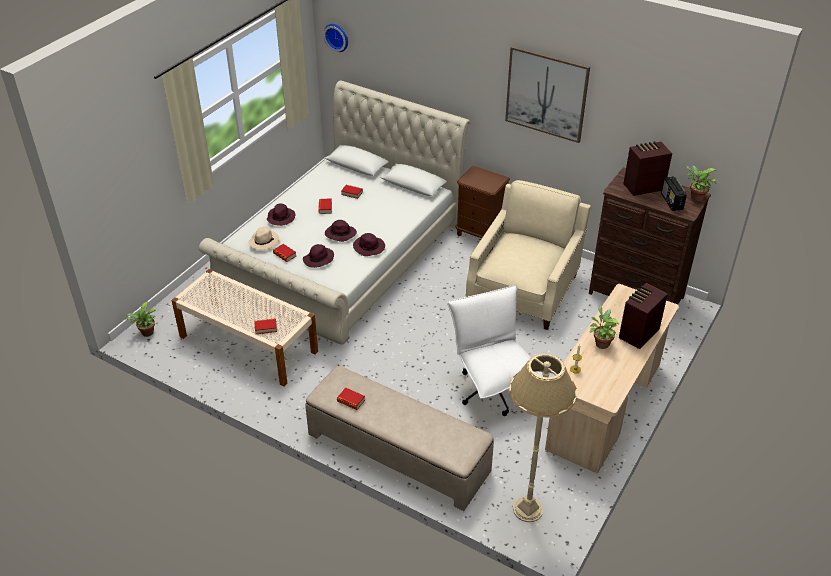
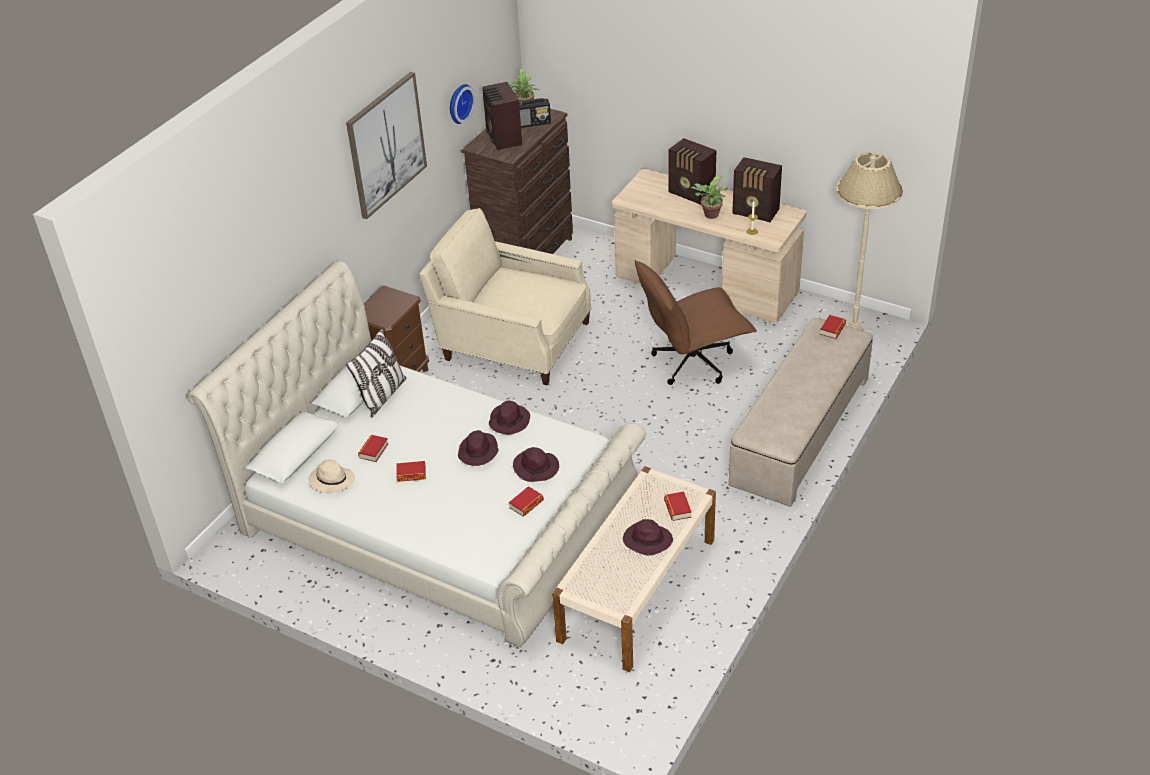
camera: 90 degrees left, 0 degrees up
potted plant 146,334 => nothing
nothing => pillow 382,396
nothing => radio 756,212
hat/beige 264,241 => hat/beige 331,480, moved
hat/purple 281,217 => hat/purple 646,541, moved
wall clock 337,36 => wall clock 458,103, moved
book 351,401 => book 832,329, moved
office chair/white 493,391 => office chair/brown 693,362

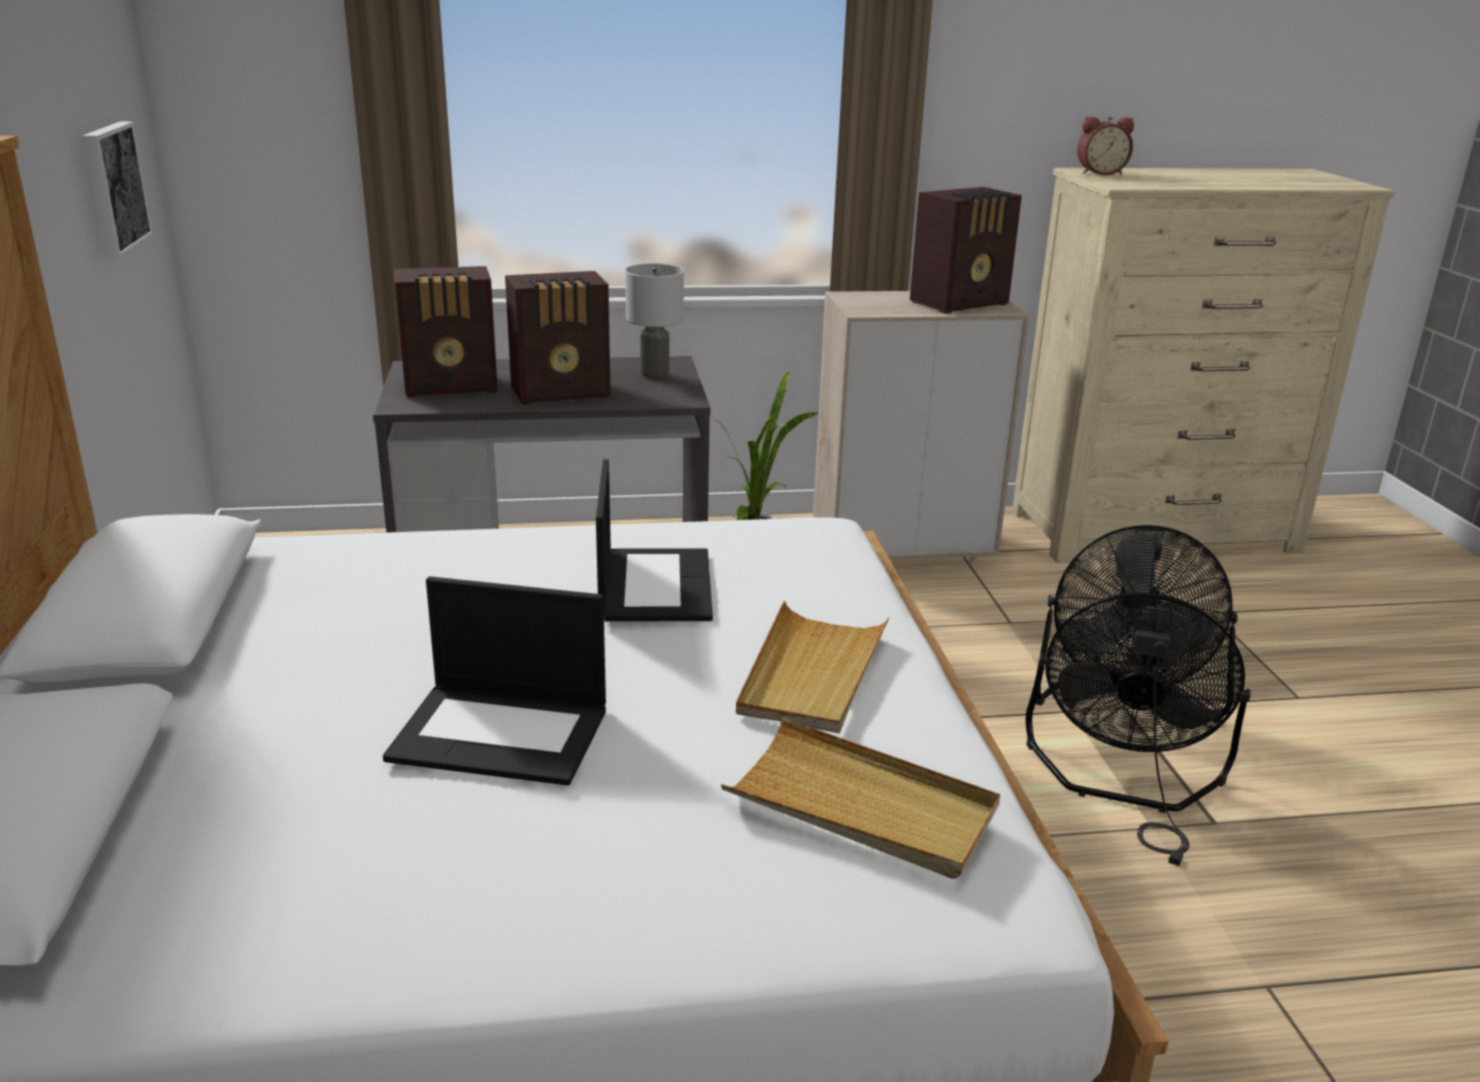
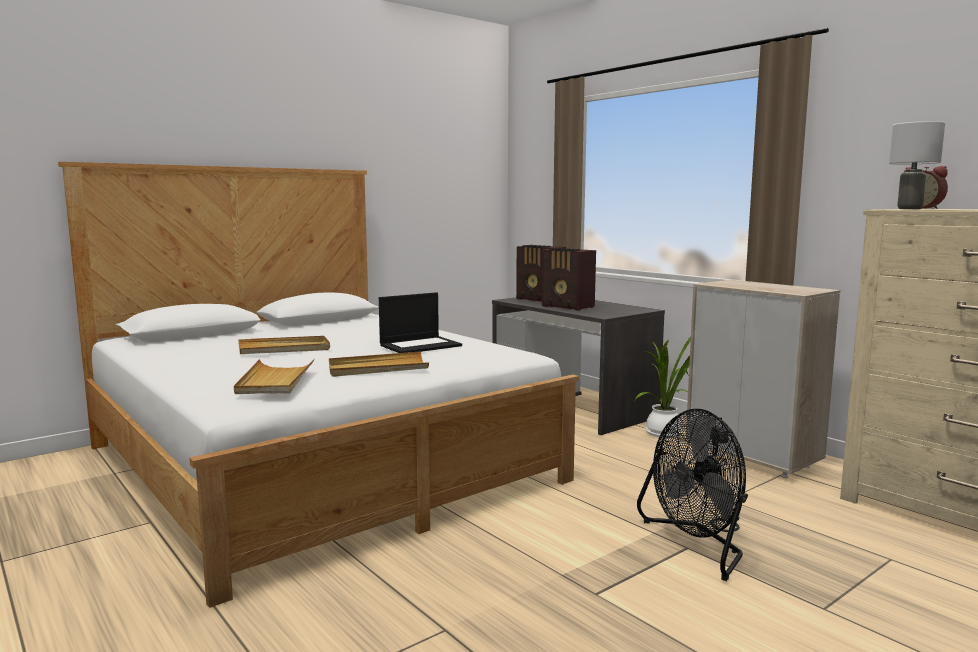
camera: 60 degrees right, 15 degrees down
picture 112,188 => nothing
radio 961,303 => nothing
fan/black 1129,788 => nothing
table lamp/white 654,375 => table lamp/white 908,209, moved
laptop 503,733 => tray/beige 284,349

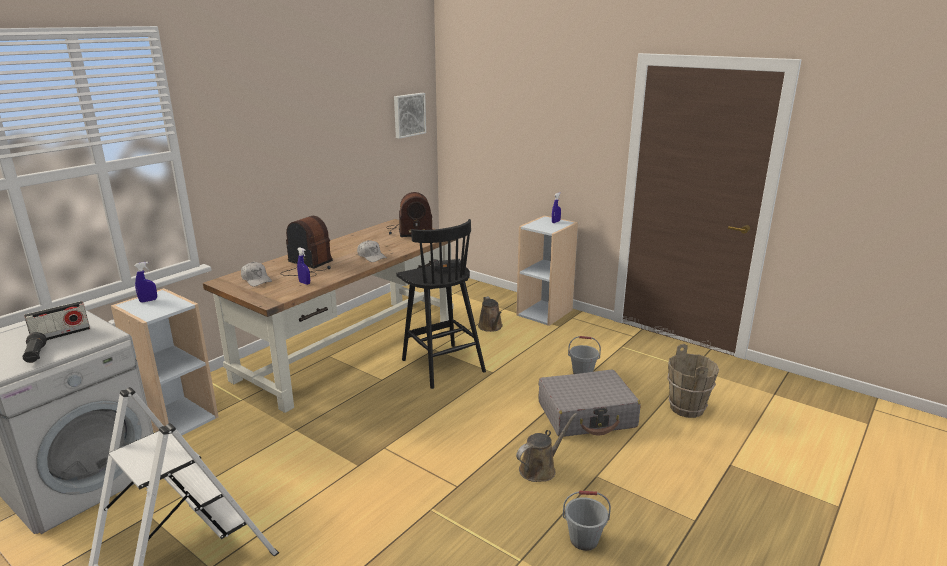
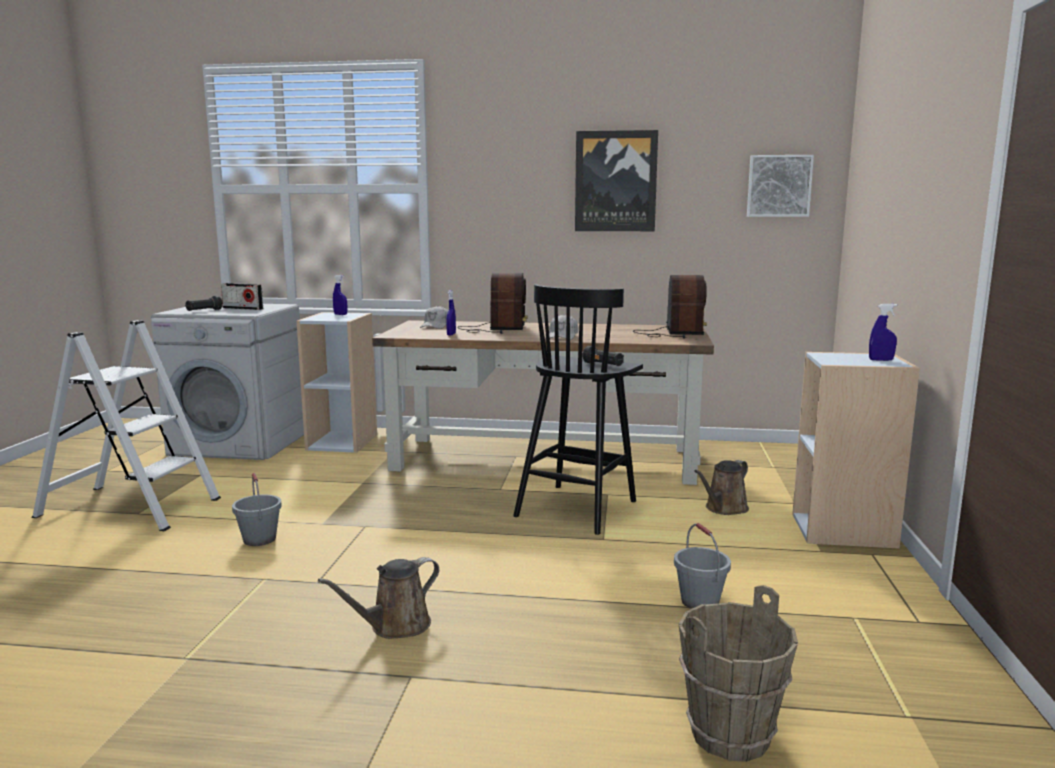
camera: 60 degrees right, 10 degrees down
suitcase/grey 587,415 => nothing
nothing => picture 615,181
bucket/grey 584,539 => bucket/grey 260,539, moved
radio 409,231 => radio 673,333, 135 degrees counterclockwise
watering can/brown 540,468 => watering can/brown 395,626, 120 degrees clockwise

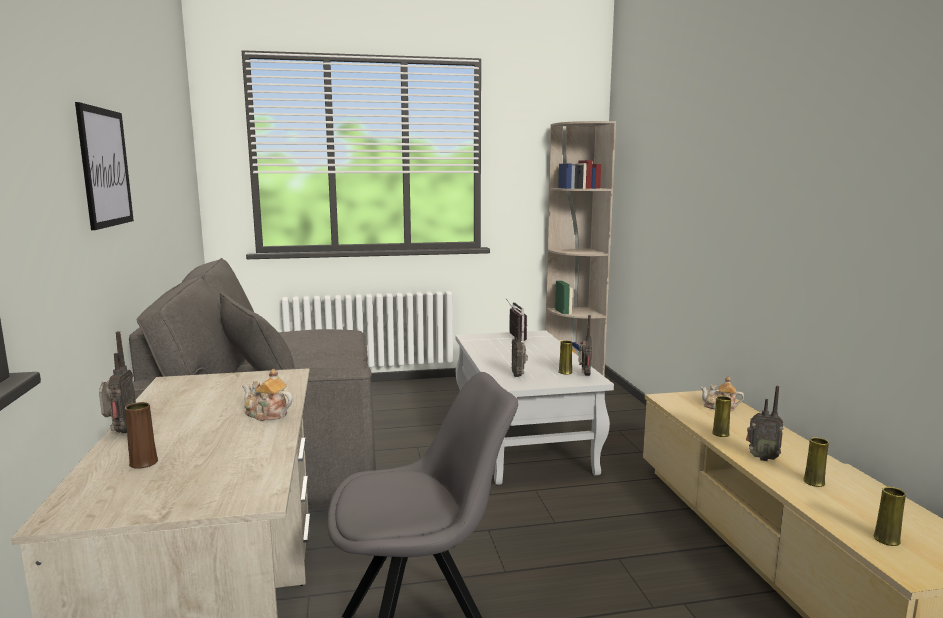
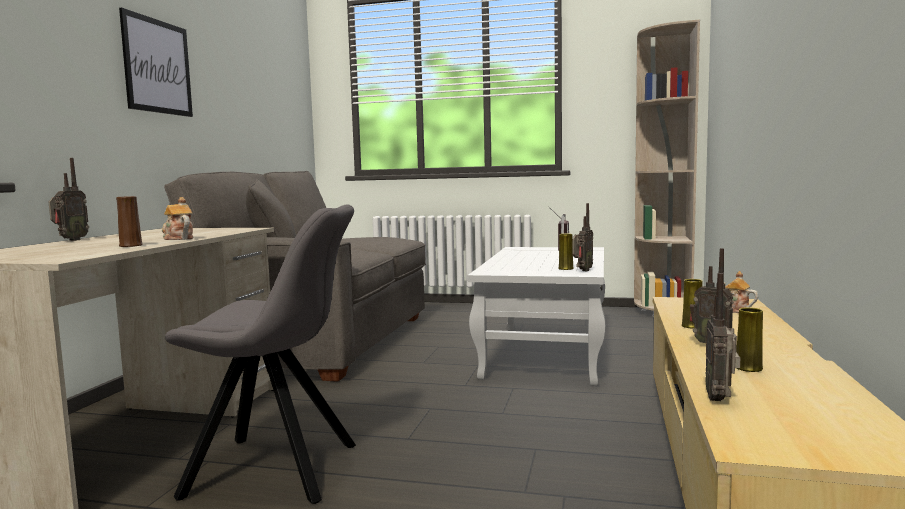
camera: 25 degrees right, 5 degrees down
vase/yellow 886,539 => nothing
vase/brown 143,463 => vase/brown 131,245, moved
radio 519,375 => radio 720,398, moved

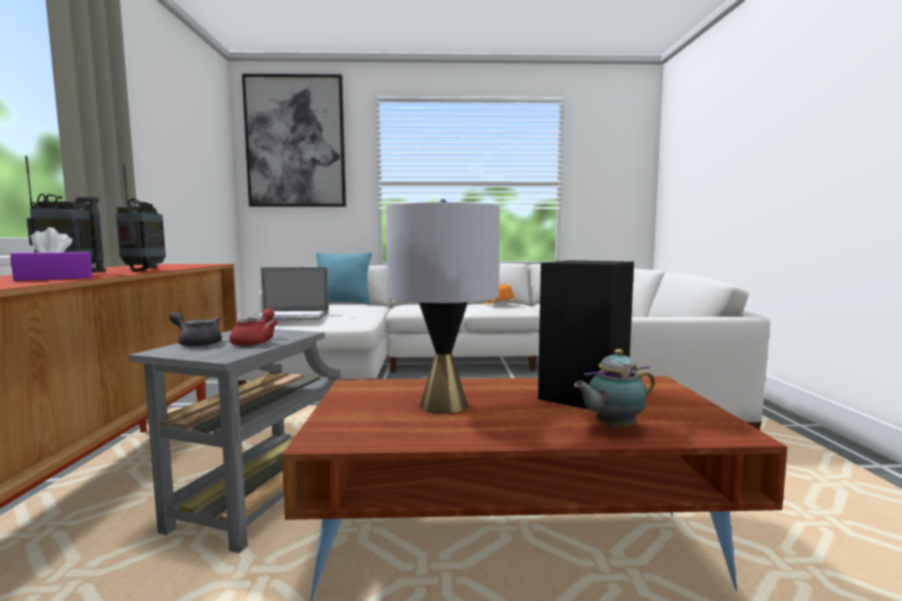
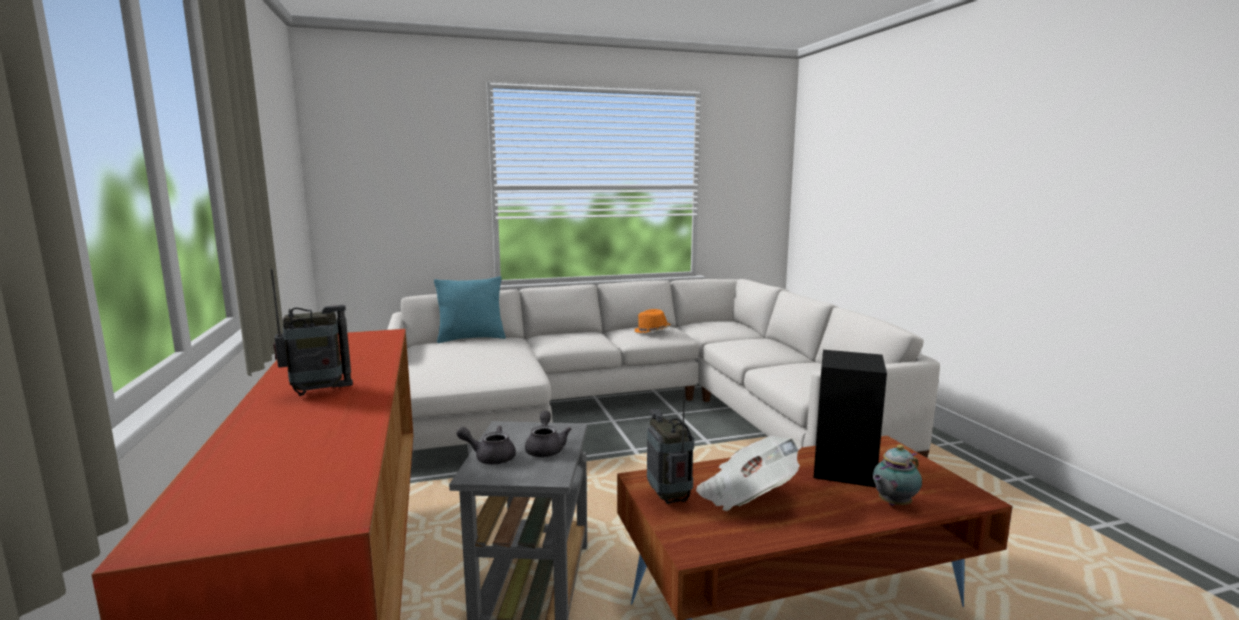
camera: 15 degrees left, 5 degrees up
tissue box/purple 55,278 => nothing
picture 295,142 => nothing
laptop 289,316 => nothing
radio 144,270 => radio 669,497, moved
table lamp/grey 443,405 => newspaper 746,495
teapot/red 256,342 => teapot/grey 545,448

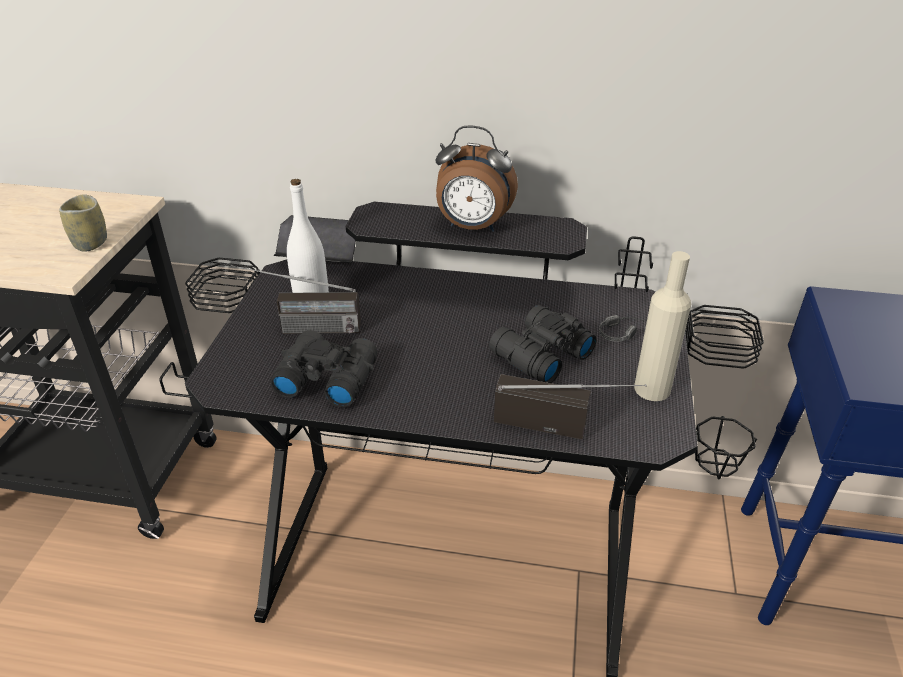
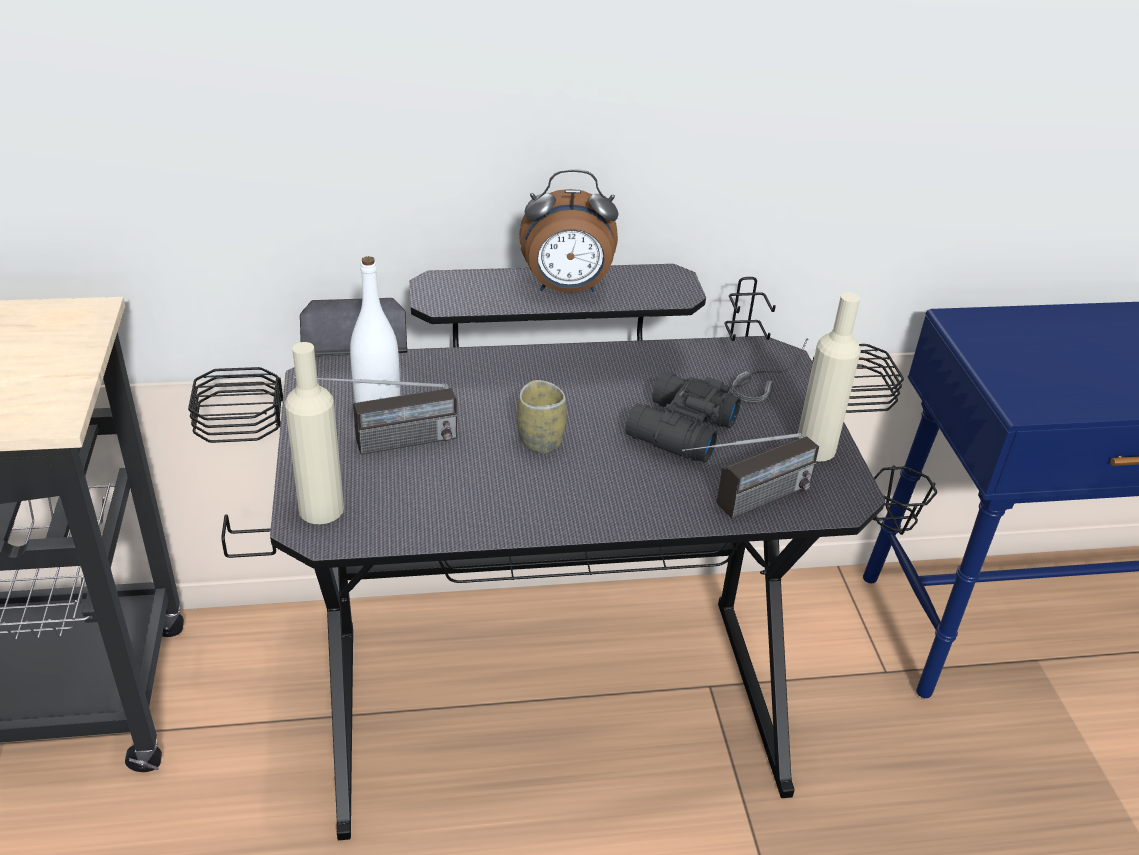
camera: 20 degrees left, 0 degrees up
binoculars/black 326,377 => nothing
nothing => bottle/beige 321,509
cup 91,243 => cup 540,441, moved
radio 564,426 => radio 744,505, 150 degrees clockwise

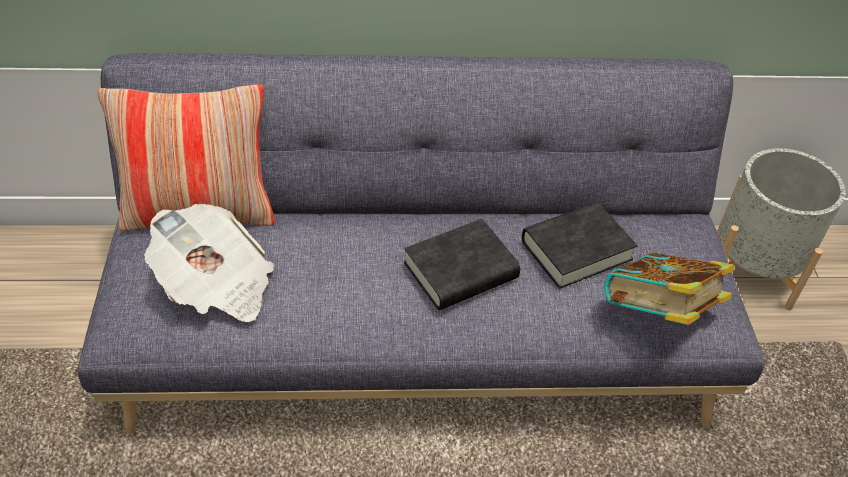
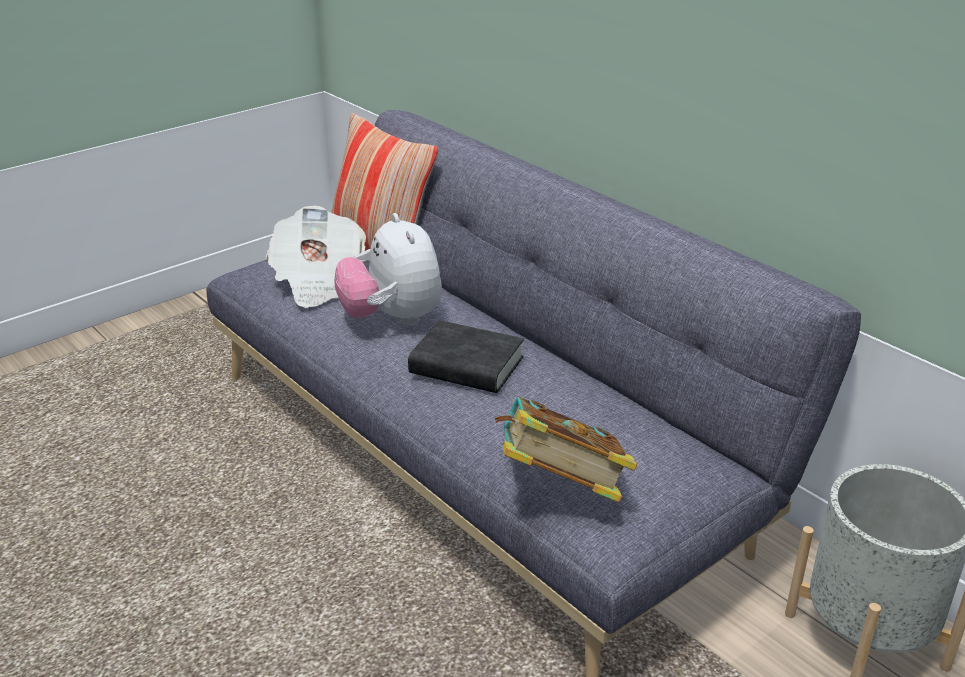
camera: 55 degrees right, 15 degrees down
book/black 576,250 => nothing
nothing => plush toy 392,319

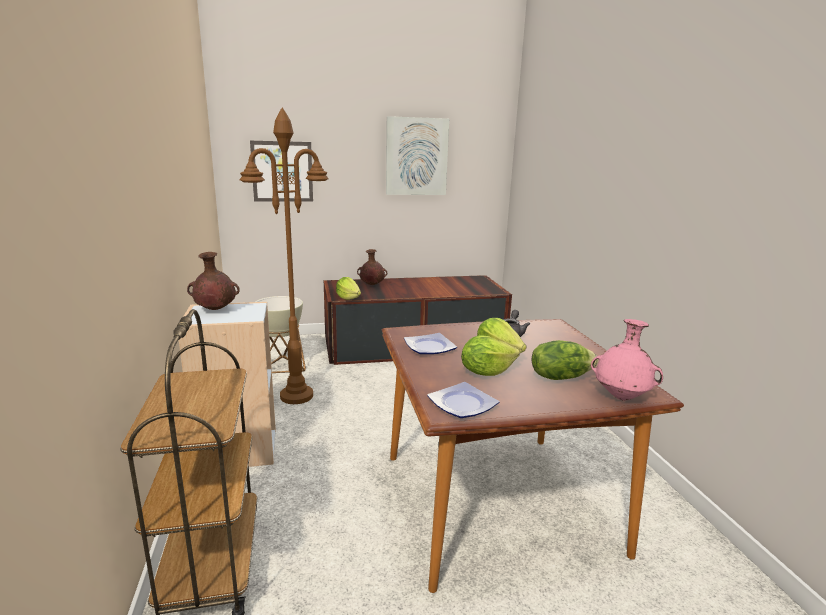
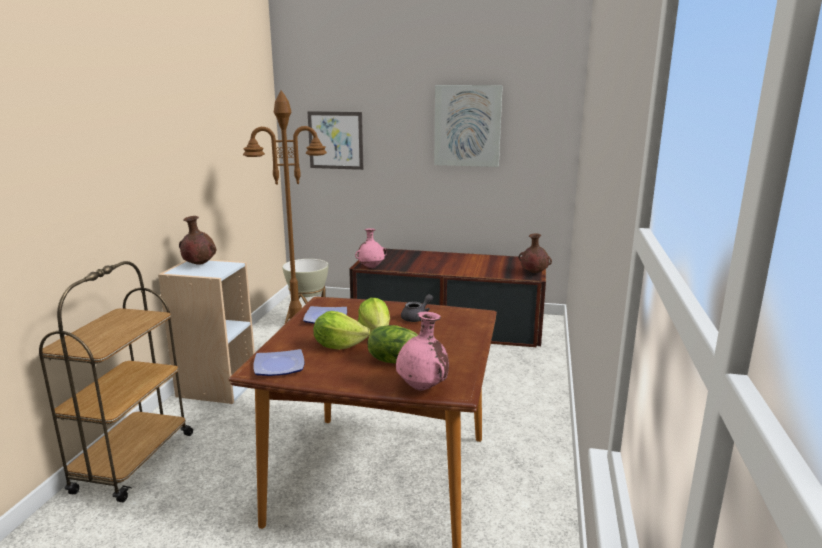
camera: 25 degrees right, 0 degrees up
vase/brown 371,285 => vase/brown 533,273, moved
lettuce 348,298 => vase/pink 371,267

